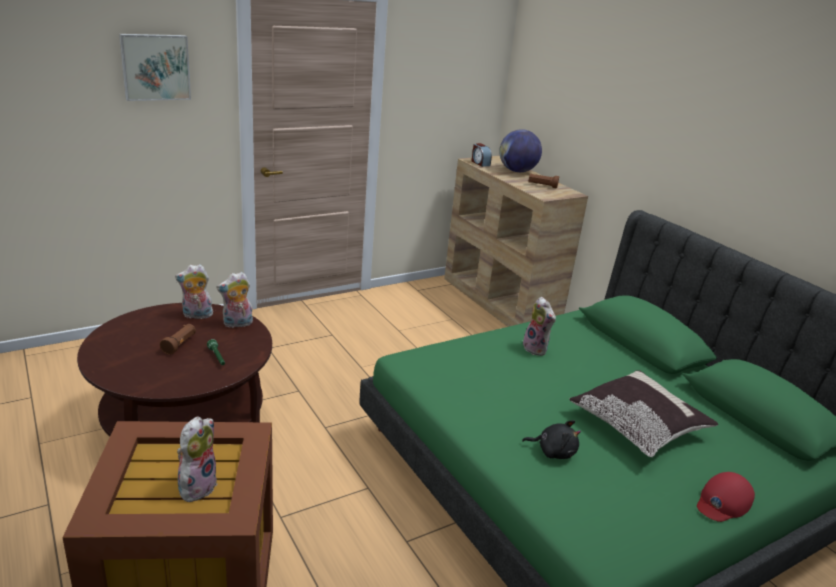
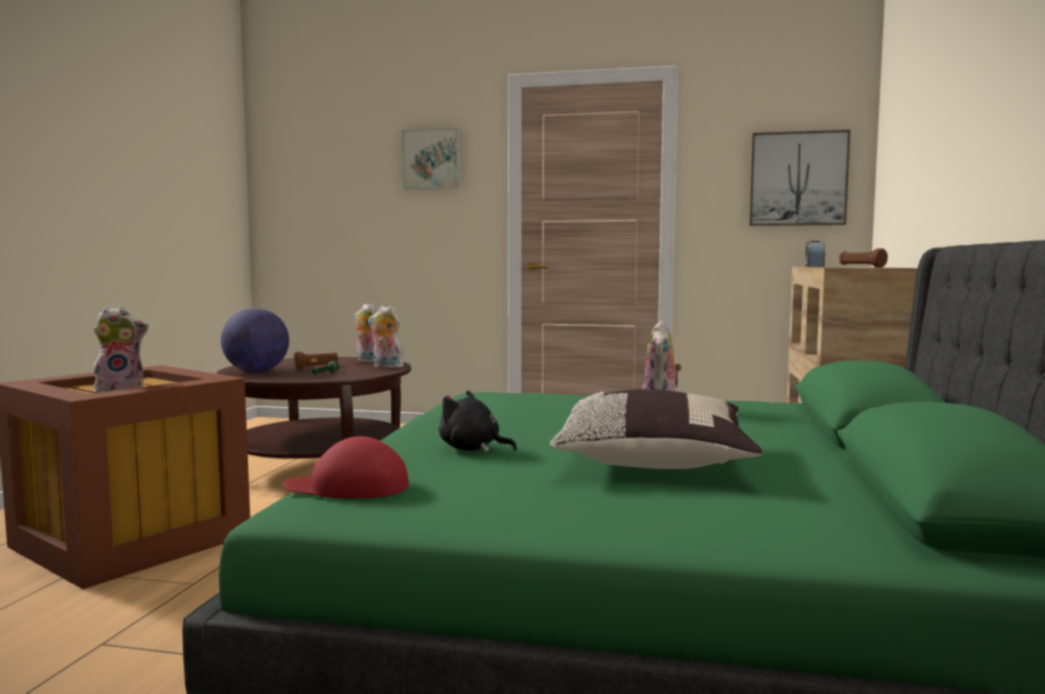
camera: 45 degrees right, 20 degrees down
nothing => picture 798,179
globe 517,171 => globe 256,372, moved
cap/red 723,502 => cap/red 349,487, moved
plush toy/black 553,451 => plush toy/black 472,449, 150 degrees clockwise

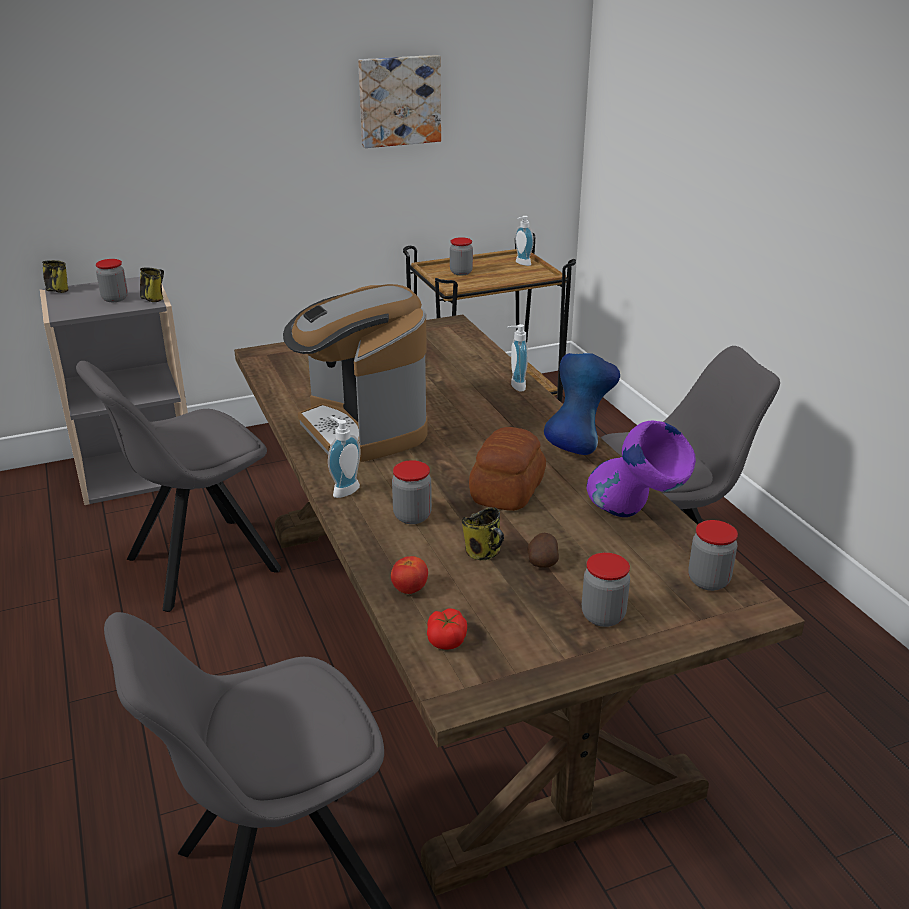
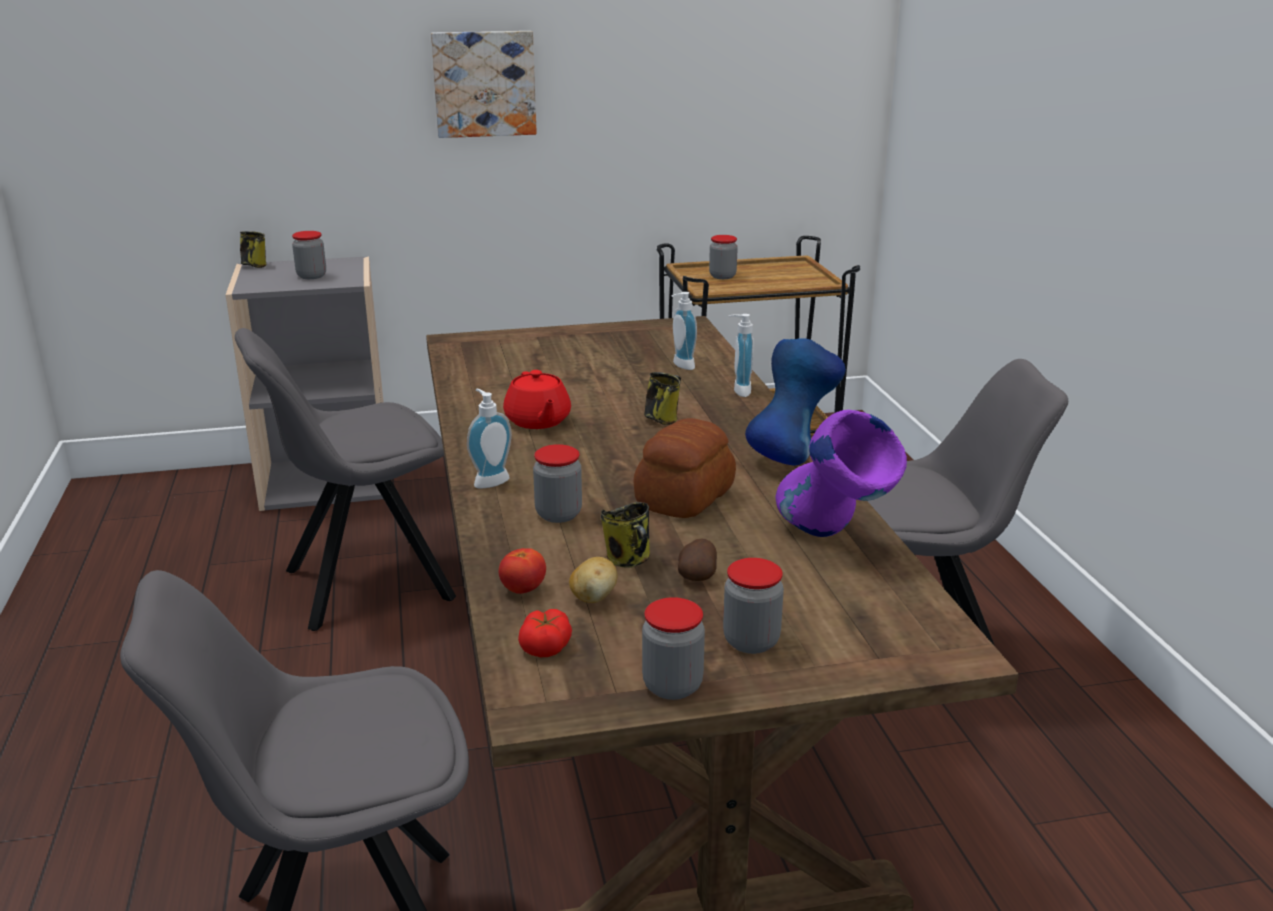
camera: 10 degrees right, 5 degrees down
nothing => potato 594,598
mug 154,298 => mug 663,418, moved
picture 399,100 => picture 484,83, moved
soap dispenser 521,263 => soap dispenser 680,366, moved
jar 708,581 => jar 672,686, moved
coffee machine 362,428 => teapot/red 537,421

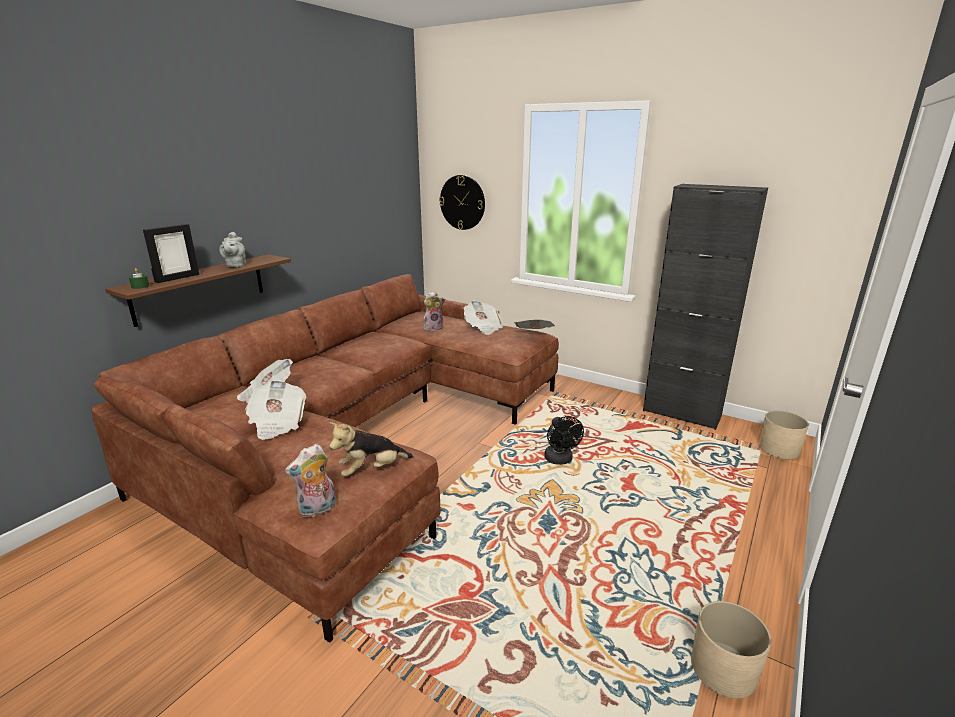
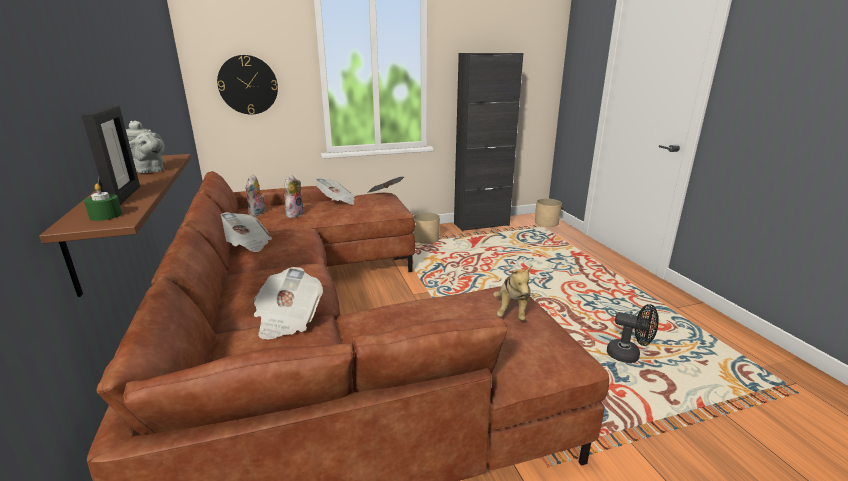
camera: 50 degrees left, 0 degrees up
newspaper 277,423 => newspaper 246,244, moved
plush toy 317,510 => plush toy 258,214, moved
fan/black 560,460 => fan/black 628,355, moved
planter/beige 723,669 => planter/beige 426,239, moved

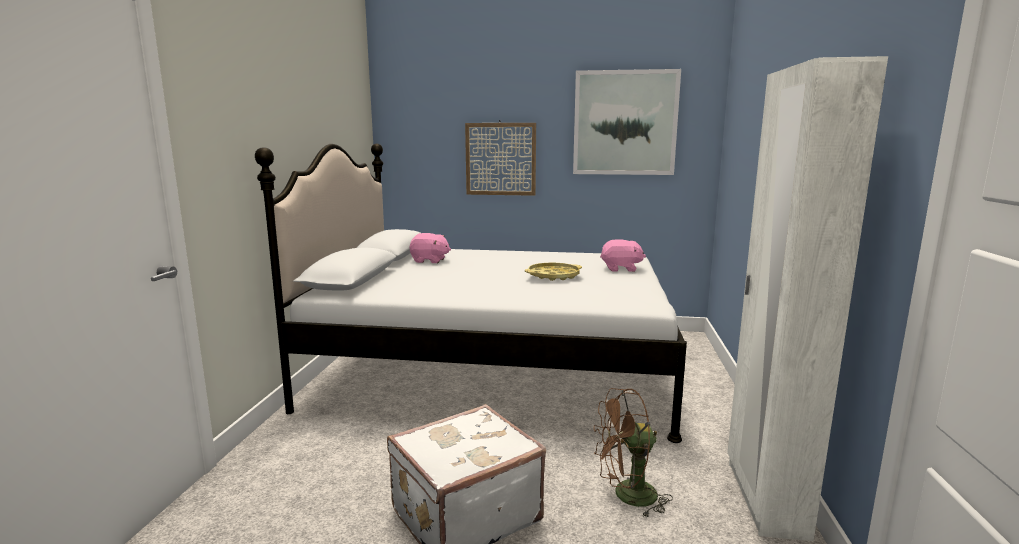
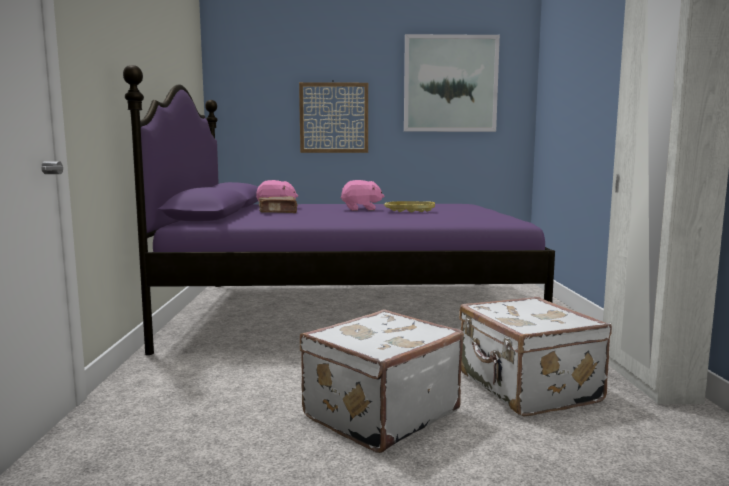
camera: 10 degrees left, 5 degrees down
nothing => book/brown 278,212
plush toy/pink 621,269 => plush toy/pink 361,209, moved
fan/brown 627,496 => suitcase/white 526,388
bed/white 496,368 => bed/purple 349,311

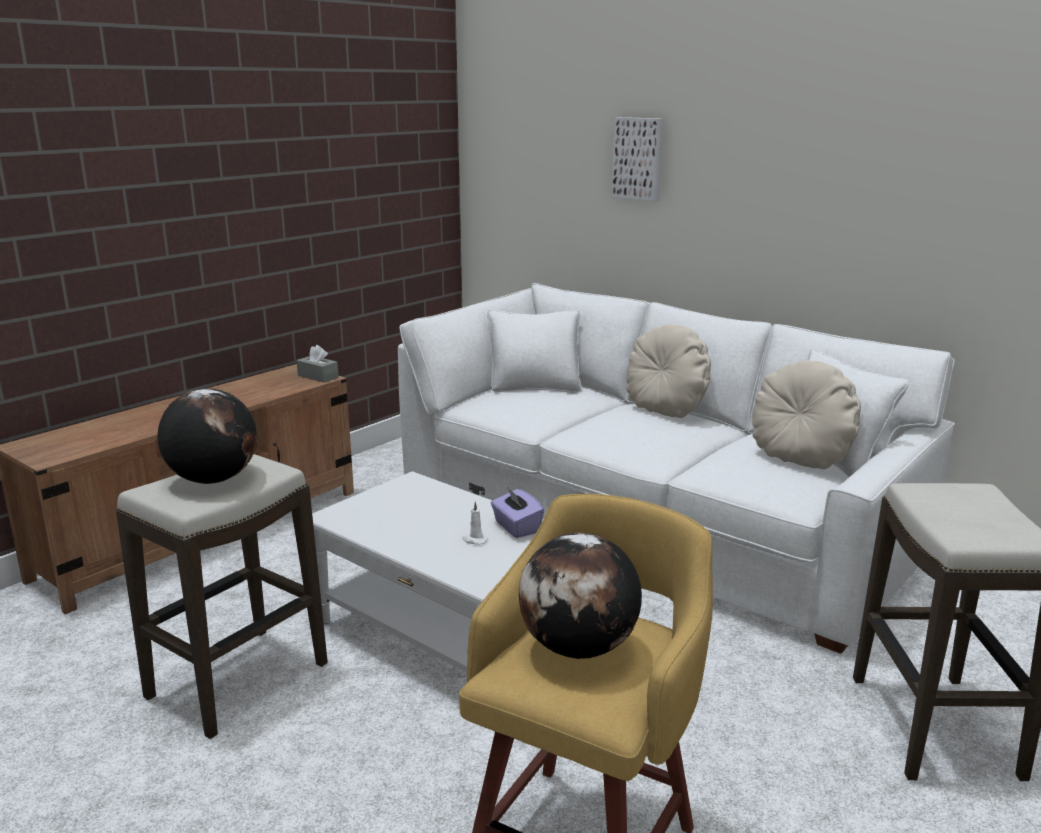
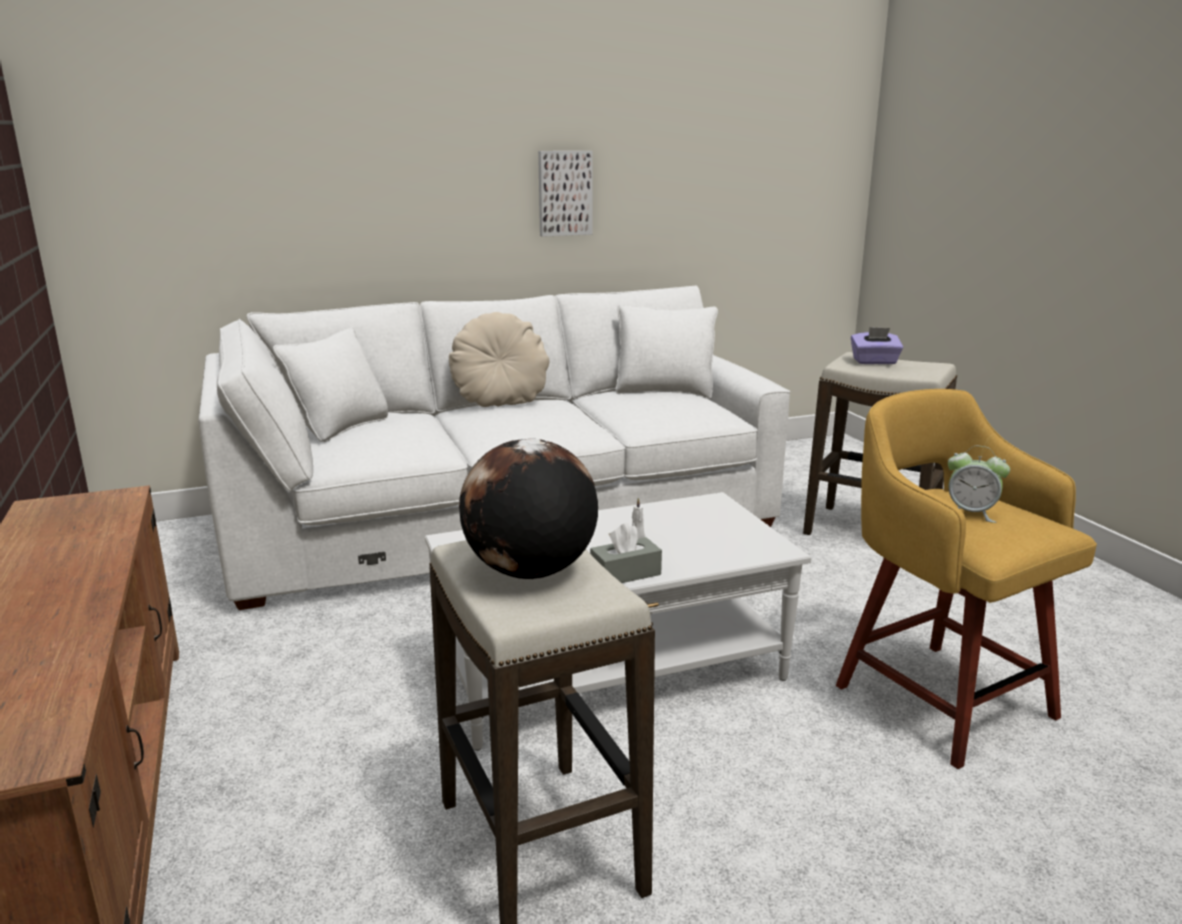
camera: 60 degrees left, 0 degrees up
pillow/beige 800,460 => nothing
tissue box/grey 318,376 => tissue box/grey 625,573, moved
tissue box/purple 516,527 => tissue box/purple 874,362, moved
picture 638,158 => picture 564,193, moved
globe 579,648 => alarm clock 971,513

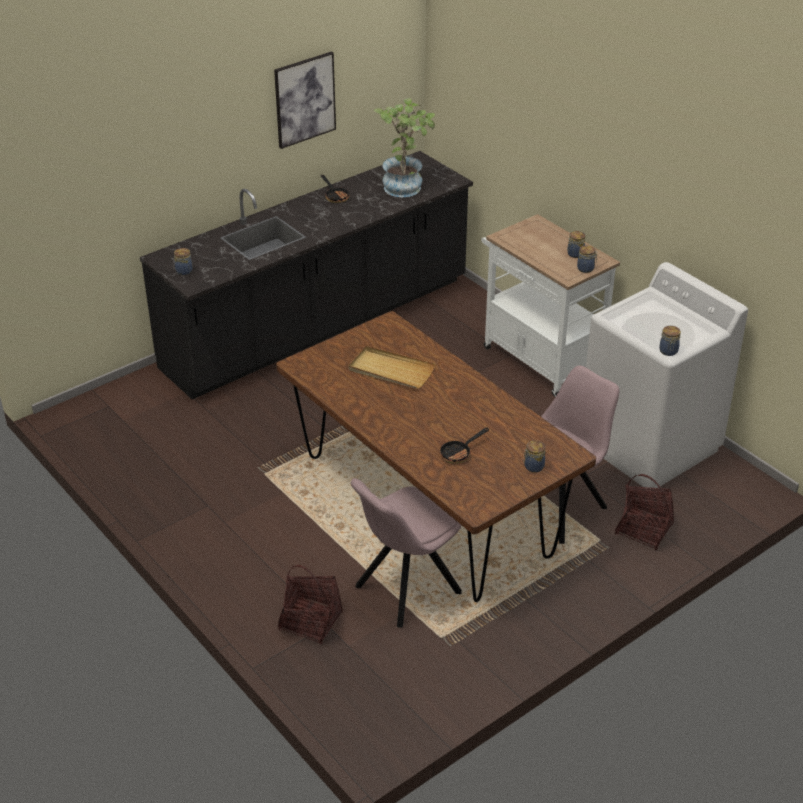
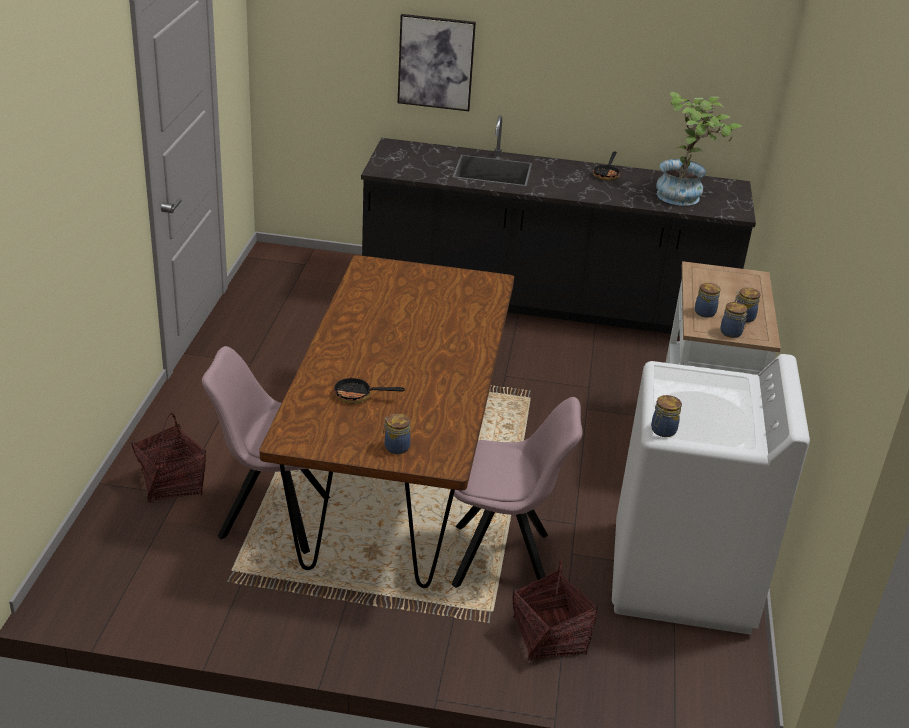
camera: 45 degrees right, 5 degrees down
tray/beige 391,370 => nothing
jar 184,271 => jar 705,312, moved
picture 304,99 => picture 436,62, moved

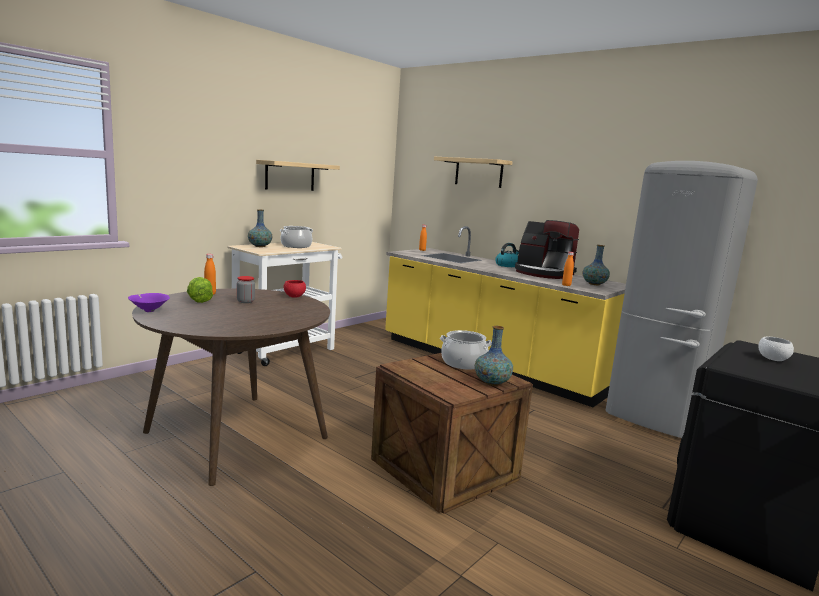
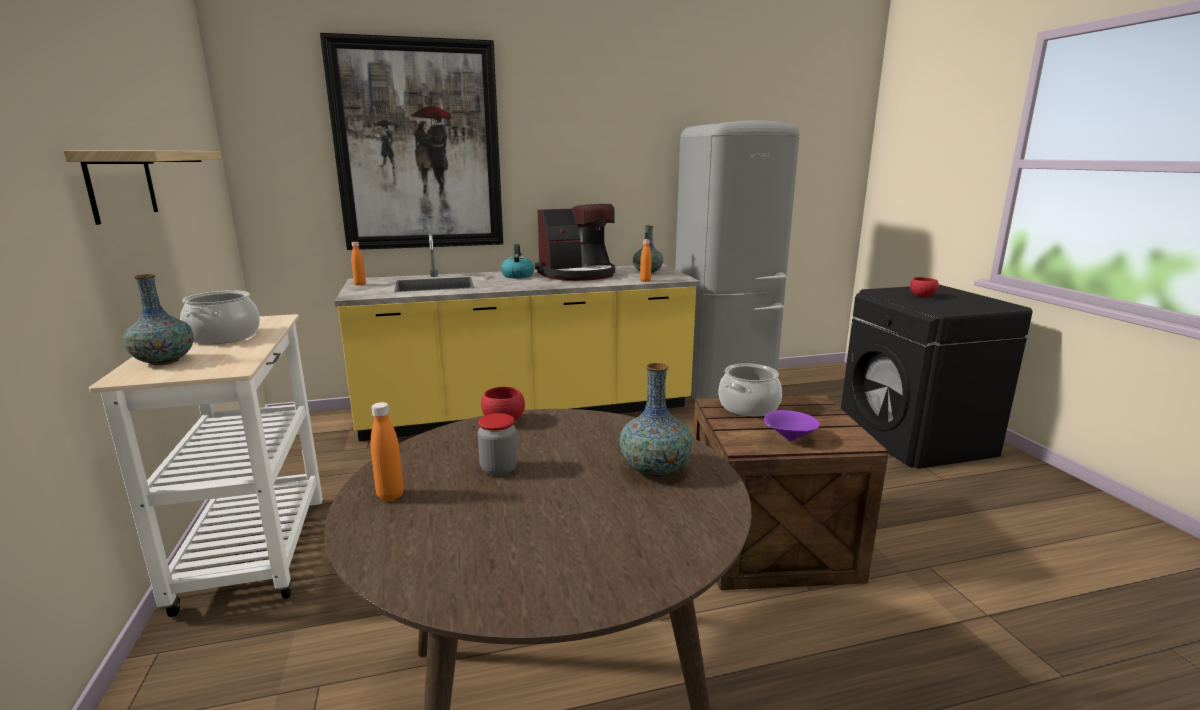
camera: 55 degrees left, 5 degrees up
lettuce 198,300 => nothing
bowl/purple 149,311 => bowl/purple 788,438, moved
vase 492,382 => vase 655,470, moved
shelf 478,172 => picture 419,147
bowl/white 773,359 => bowl/red 922,296

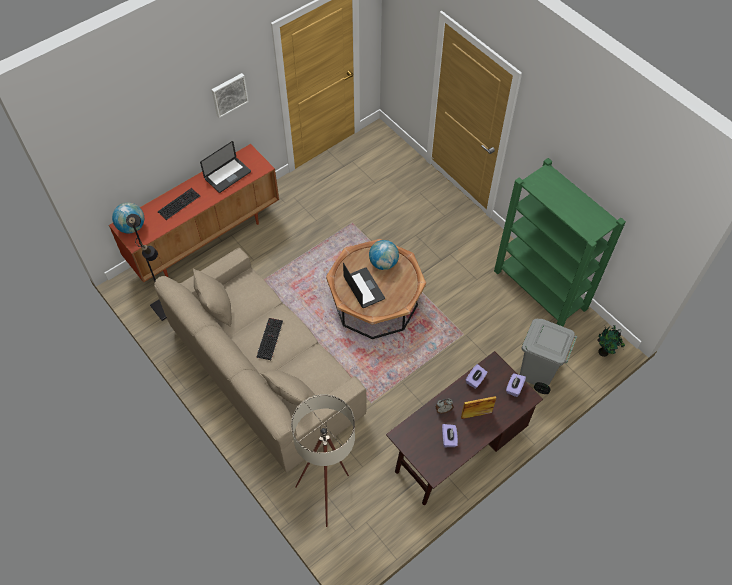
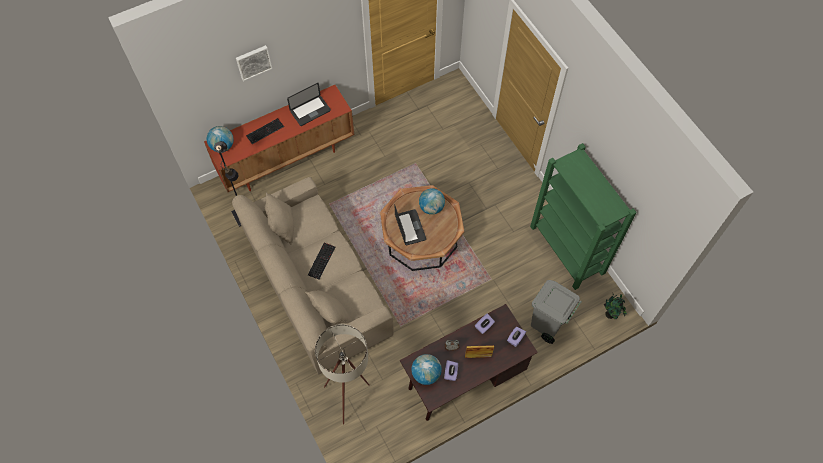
camera: 10 degrees right, 5 degrees up
nothing => globe 426,373
picture 229,94 => picture 253,62, moved

